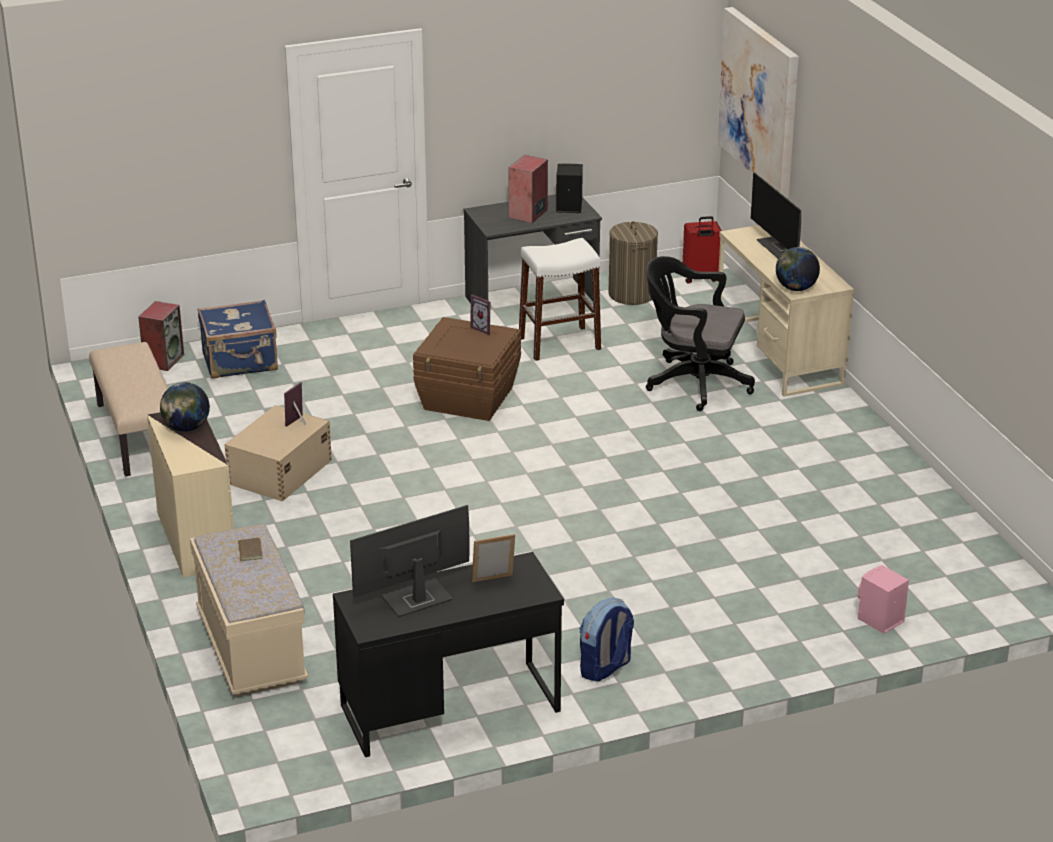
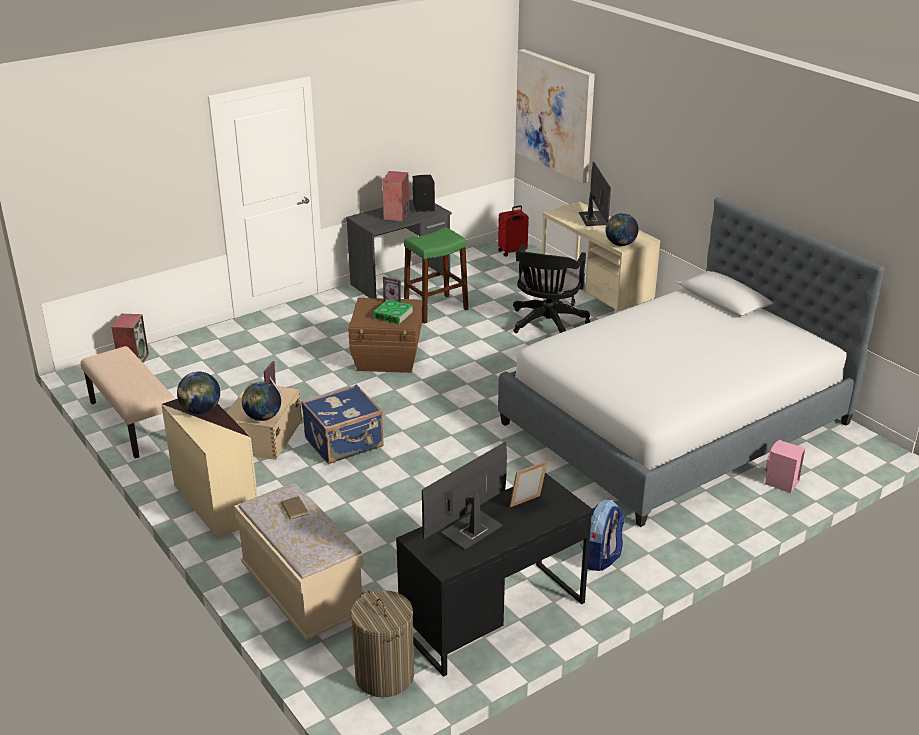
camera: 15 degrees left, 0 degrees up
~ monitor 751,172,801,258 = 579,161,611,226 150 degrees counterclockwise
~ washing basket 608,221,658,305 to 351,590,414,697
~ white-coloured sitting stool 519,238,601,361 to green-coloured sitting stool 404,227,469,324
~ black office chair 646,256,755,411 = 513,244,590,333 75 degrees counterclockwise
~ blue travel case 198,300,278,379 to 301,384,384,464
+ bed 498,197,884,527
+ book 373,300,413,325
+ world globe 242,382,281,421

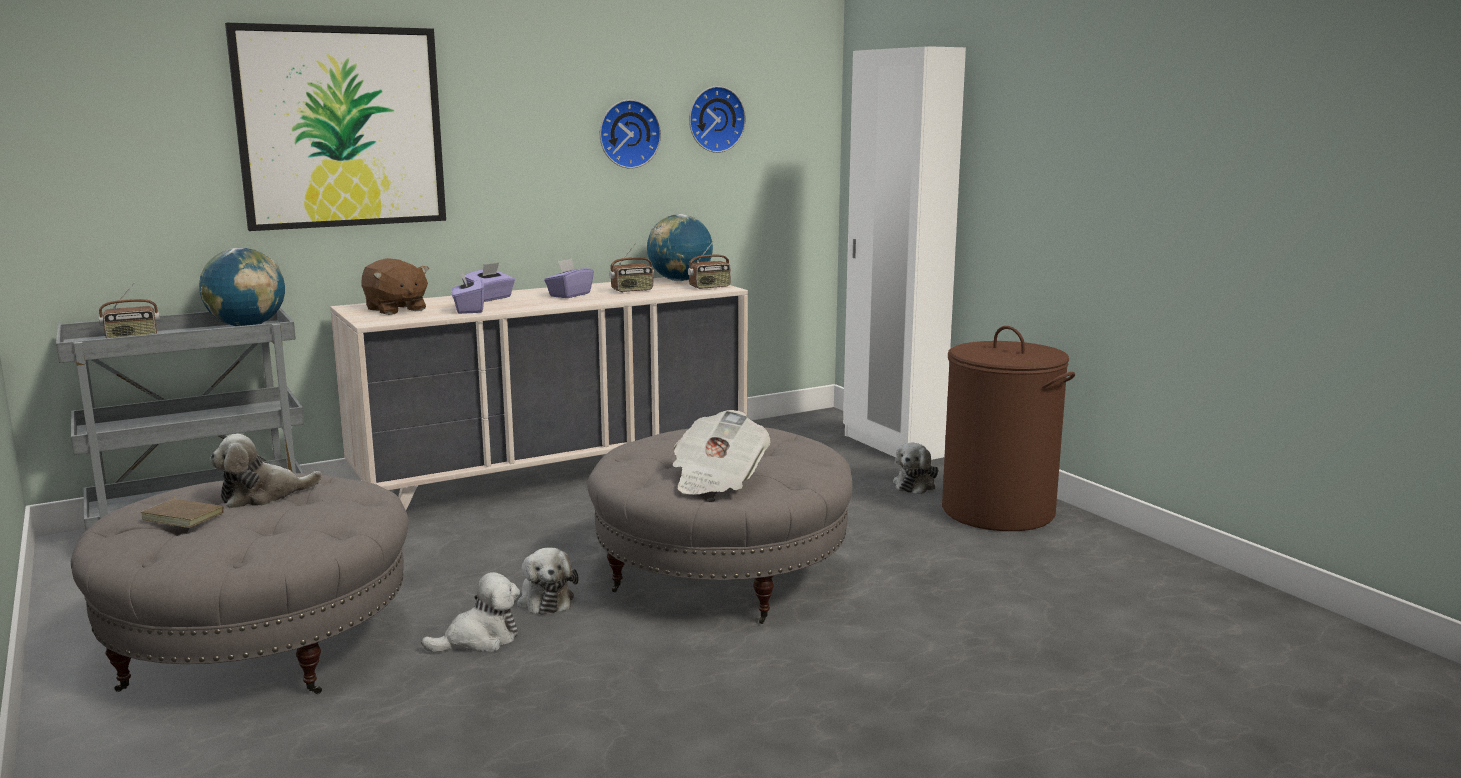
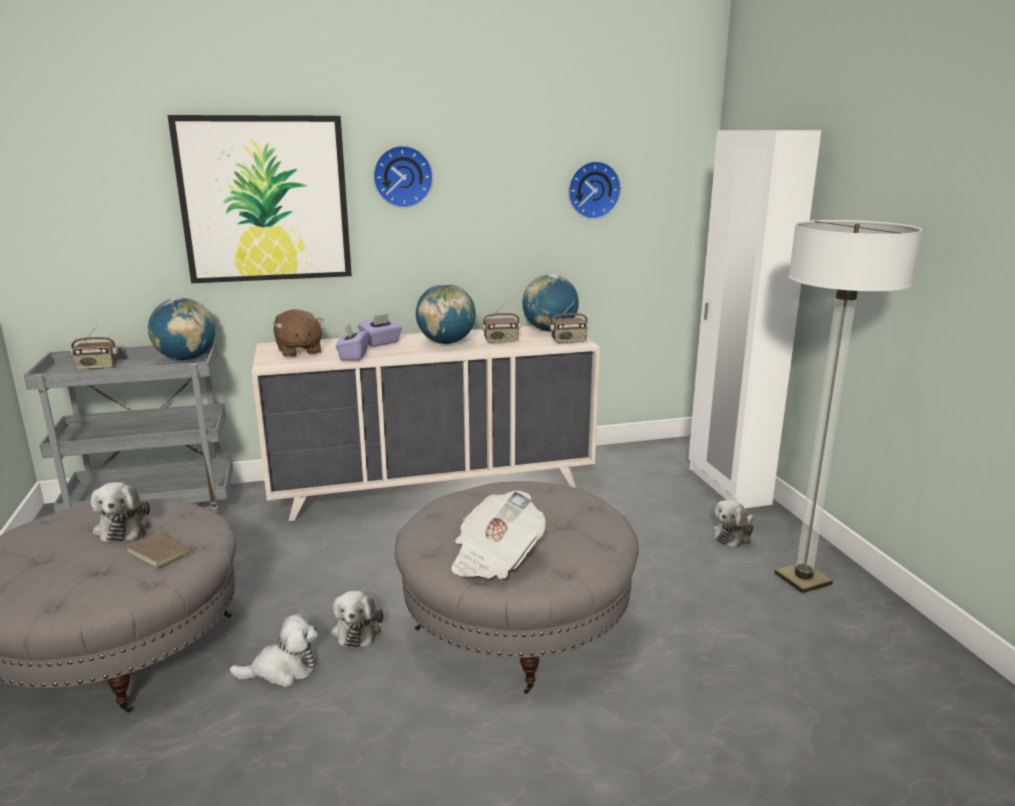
camera: 15 degrees right, 5 degrees up
~ clock on the wall 600,99,661,169 to 373,145,433,208
~ purple-coloured tissue box 544,258,594,298 to world globe 416,283,476,344
~ brown-coloured washing basket 942,326,1075,531 to standing lamp 775,220,922,593
~ plush toy 210,434,322,508 = 90,482,150,543 90 degrees counterclockwise
~ brown-coloured book 141,495,224,528 to 126,528,190,568

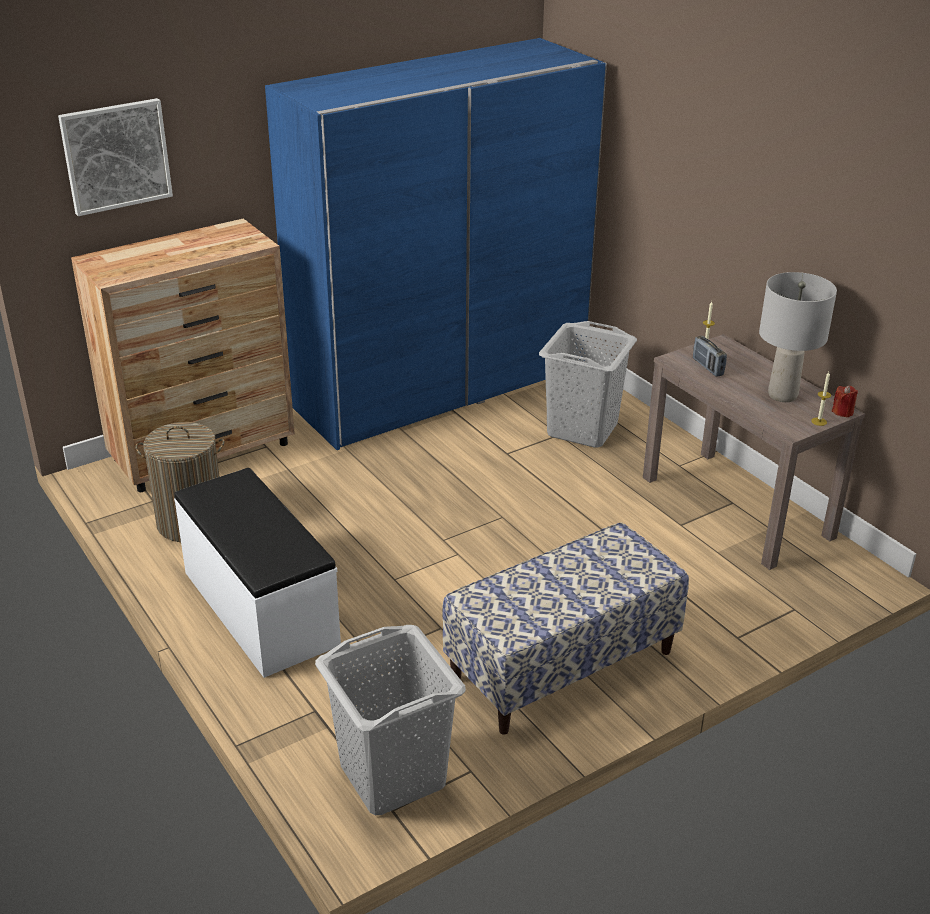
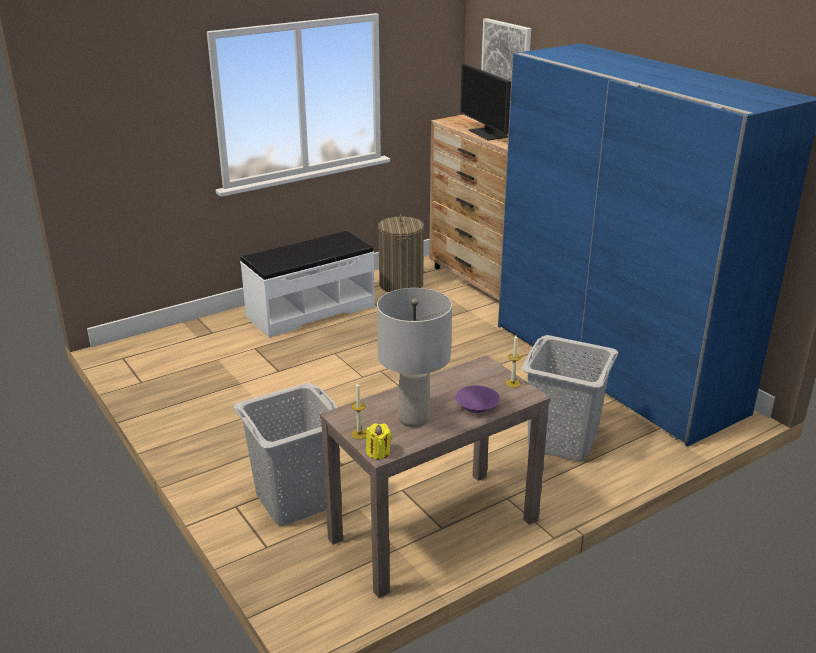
camera: 90 degrees right, 5 degrees down
- radio receiver 693,336,727,377
~ red candle 832,385,858,417 to yellow-coloured candle 366,423,392,459
- long seat 442,523,689,734
~ gray washing basket 315,625,466,815 to 234,383,338,526
+ monitor 460,63,511,140
+ purple-coloured deep dish 455,385,500,413

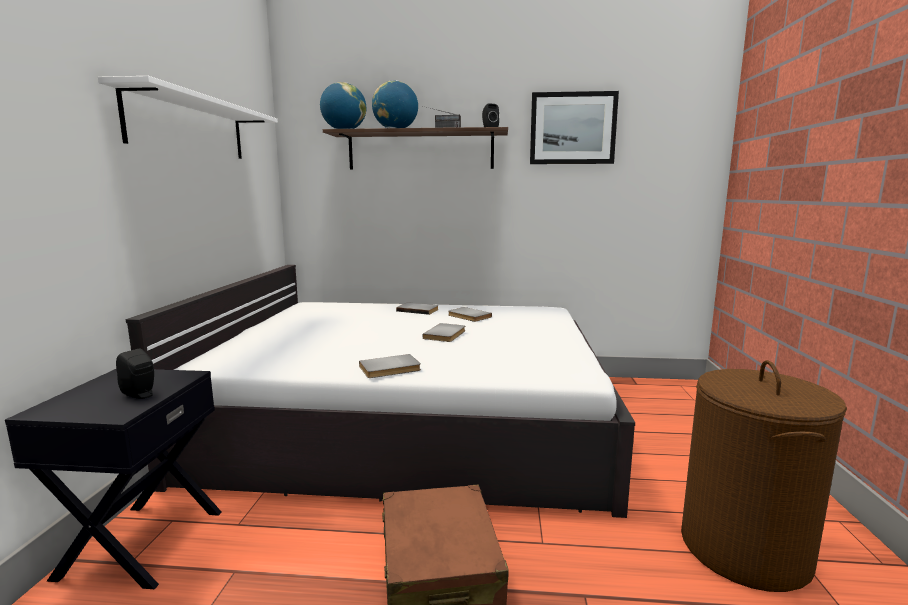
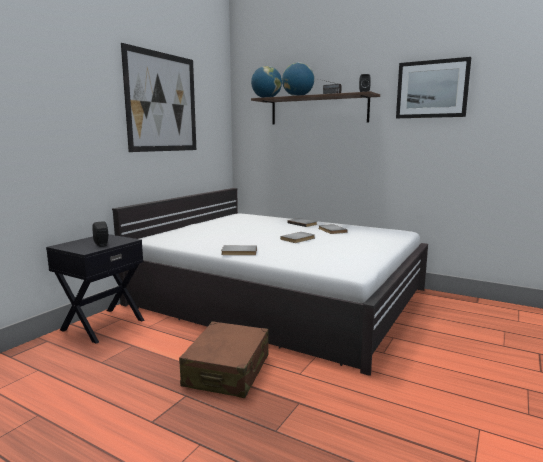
camera: 25 degrees right, 0 degrees up
~ white-coloured shelf 98,76,278,159 to wall picture 121,43,196,152
- brown-coloured washing basket 681,360,847,592

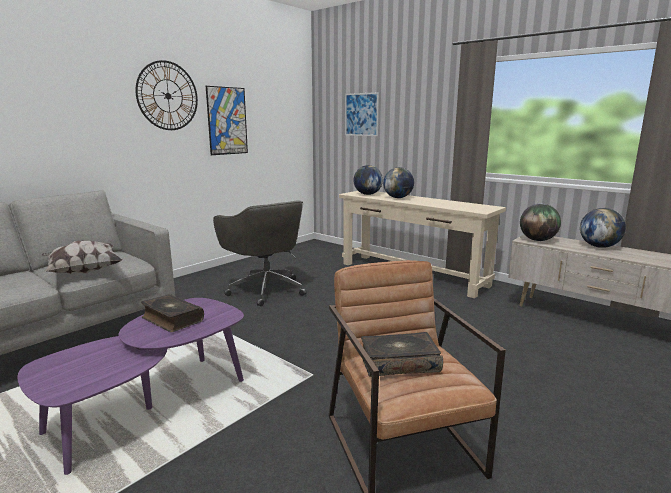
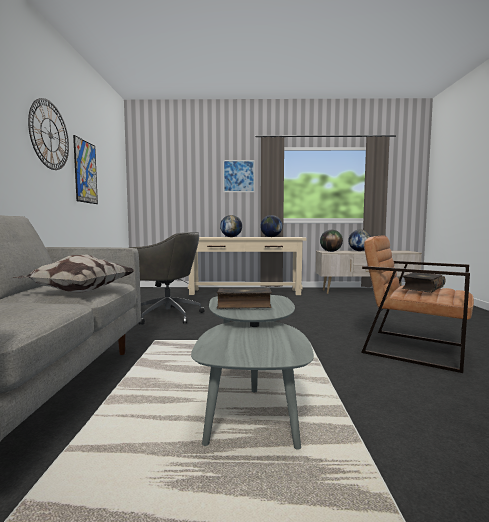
camera: 40 degrees left, 10 degrees down
~ wall picture 345,92,379,136 to 223,160,255,192
~ world globe 354,165,383,195 to 260,215,283,237
~ purple-coloured low table 17,298,244,475 to gray low table 191,295,314,450

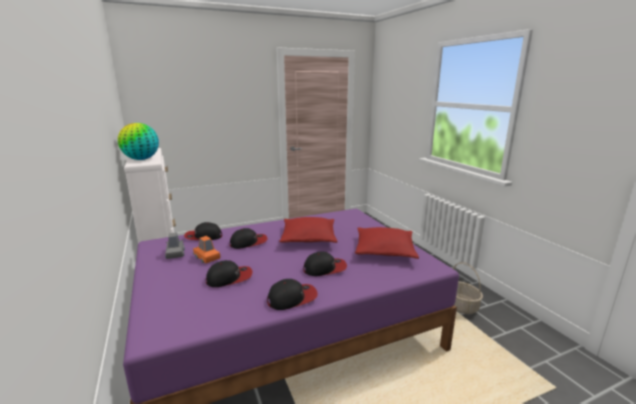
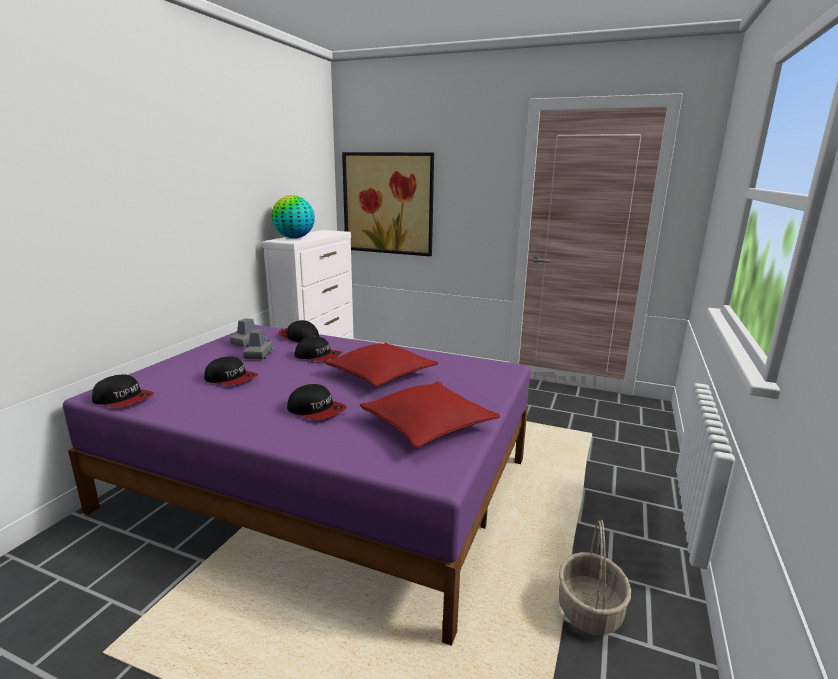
camera: 45 degrees right, 0 degrees up
~ orange toy car 193,236,220,263 to gray toy car 243,329,274,359
~ cap 267,279,318,310 to 92,374,154,407
+ wall picture 342,152,434,256

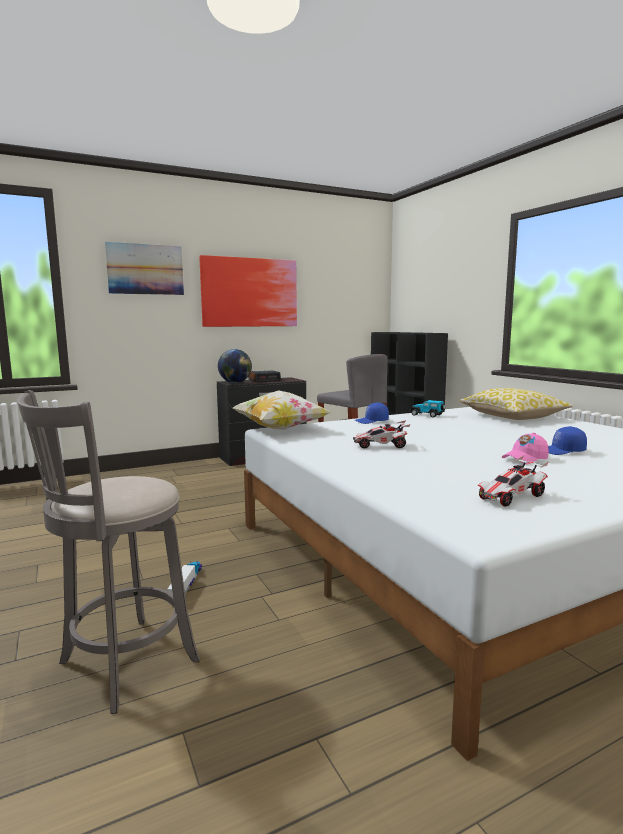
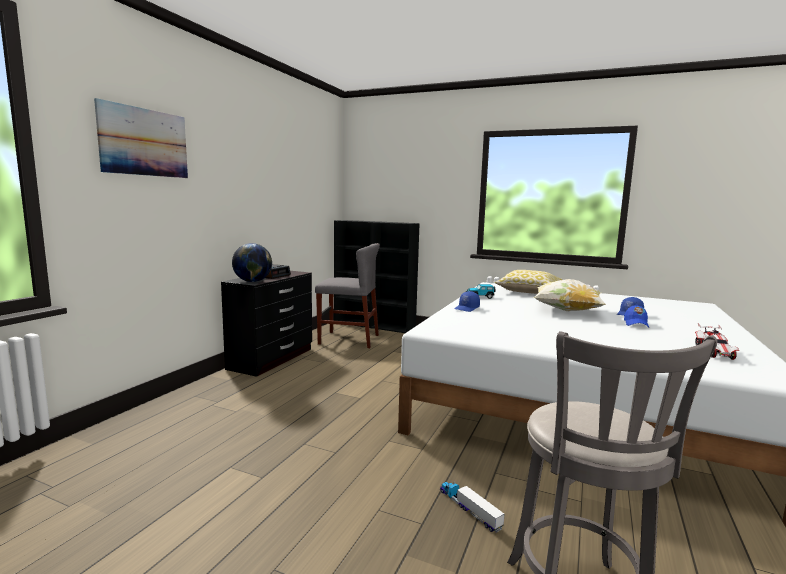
camera: 40 degrees left, 0 degrees up
- wall picture 199,255,297,327
~ cushion 233,390,332,430 to 533,279,606,311
- toy car 353,420,411,448
~ pink-coloured cap 502,433,549,465 to blue cap 624,305,649,327

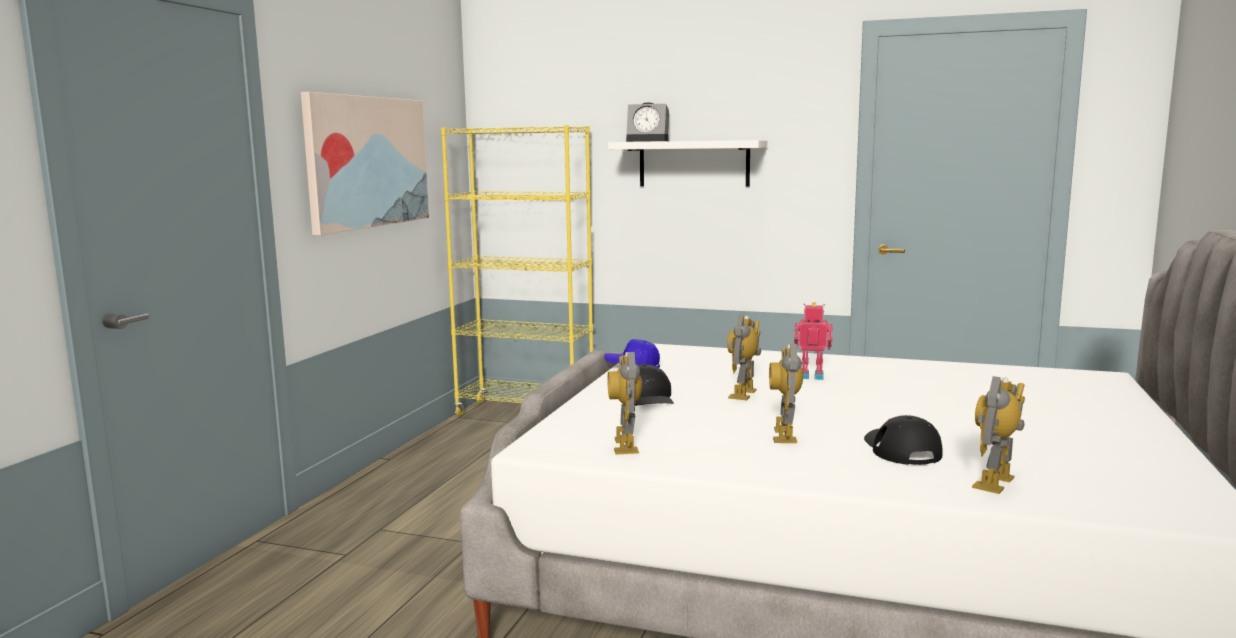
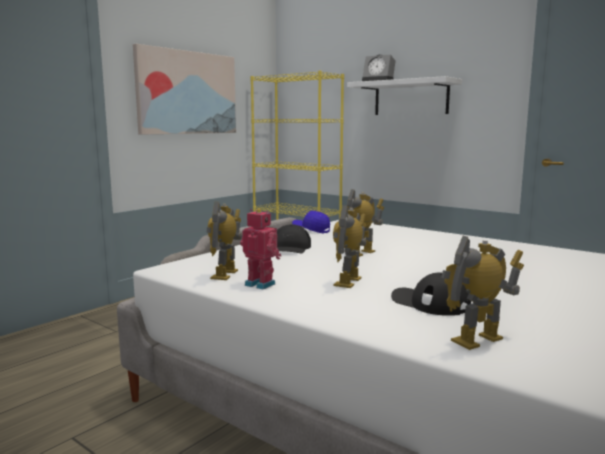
camera: 20 degrees right, 0 degrees up
~ robot figure 794,302,833,380 to 240,209,281,289
~ black cap 864,415,943,465 = 391,273,471,316 60 degrees counterclockwise

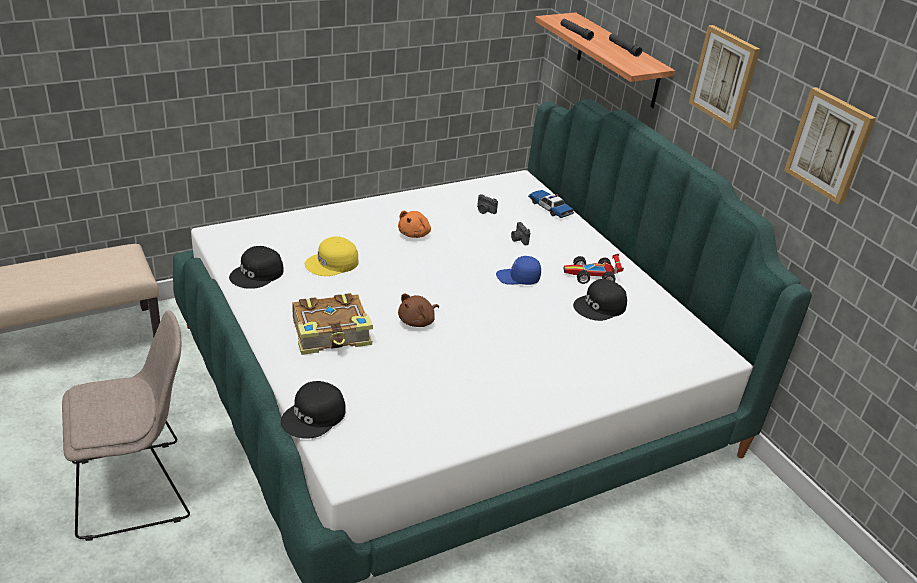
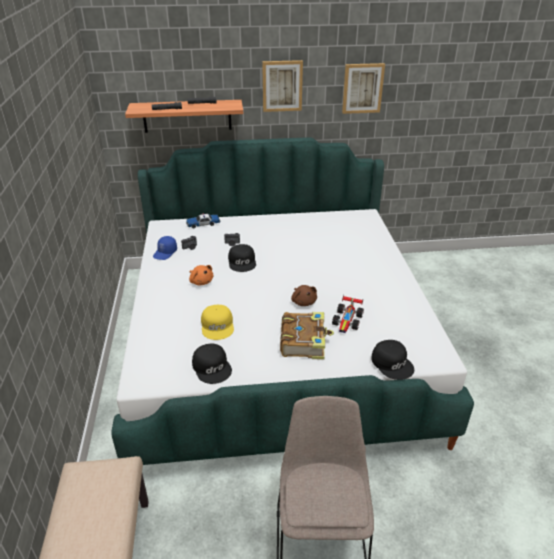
camera: 65 degrees left, 0 degrees up
~ toy car 563,254,624,284 to 332,295,364,333
~ blue cap 496,256,541,285 to 153,236,177,260
~ black cap 573,279,627,321 to 228,244,256,272

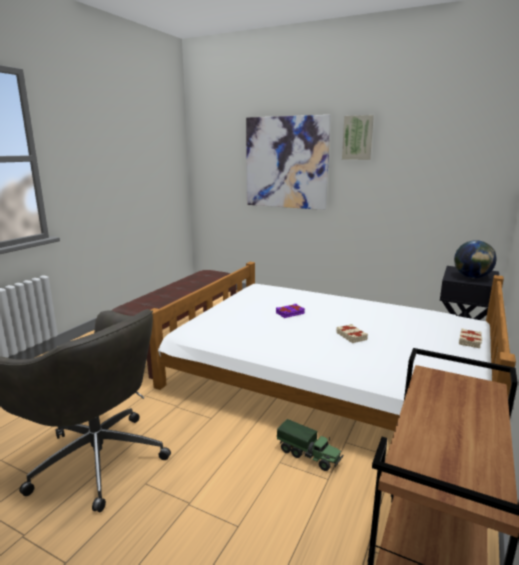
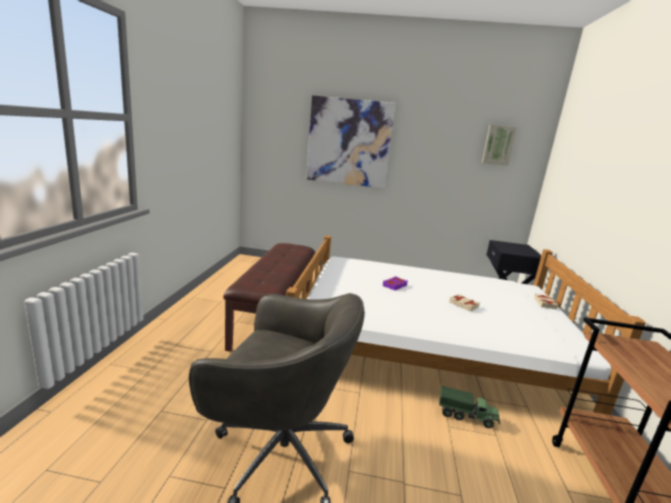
camera: 20 degrees left, 0 degrees up
~ wall picture 342,115,374,160 to 482,125,517,166
- world globe 454,240,497,279

